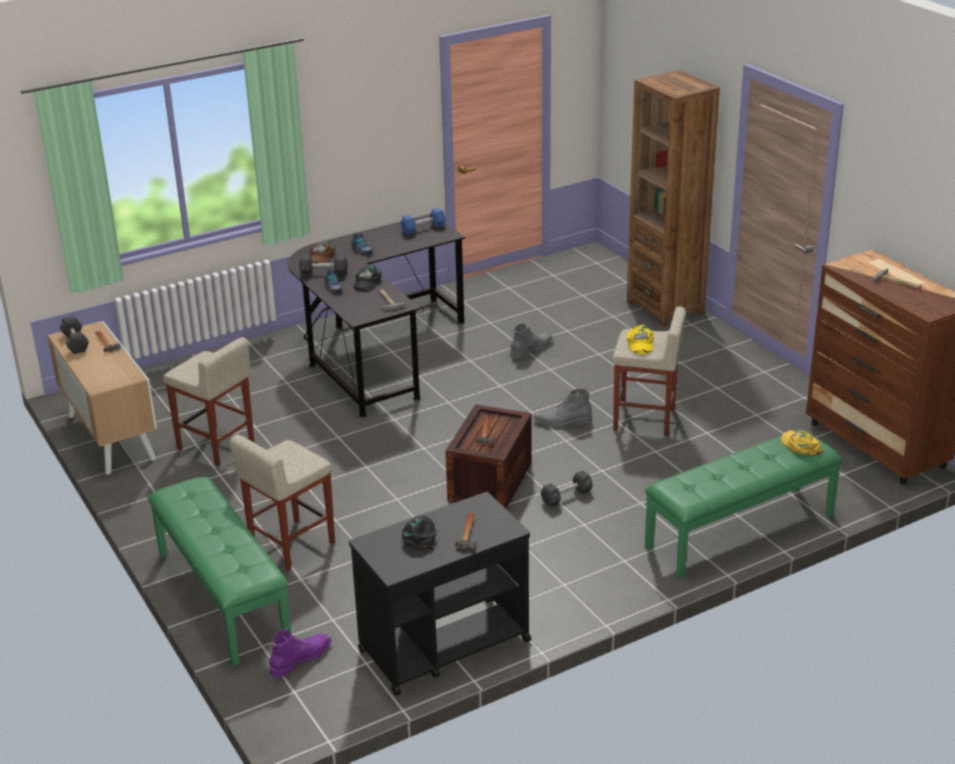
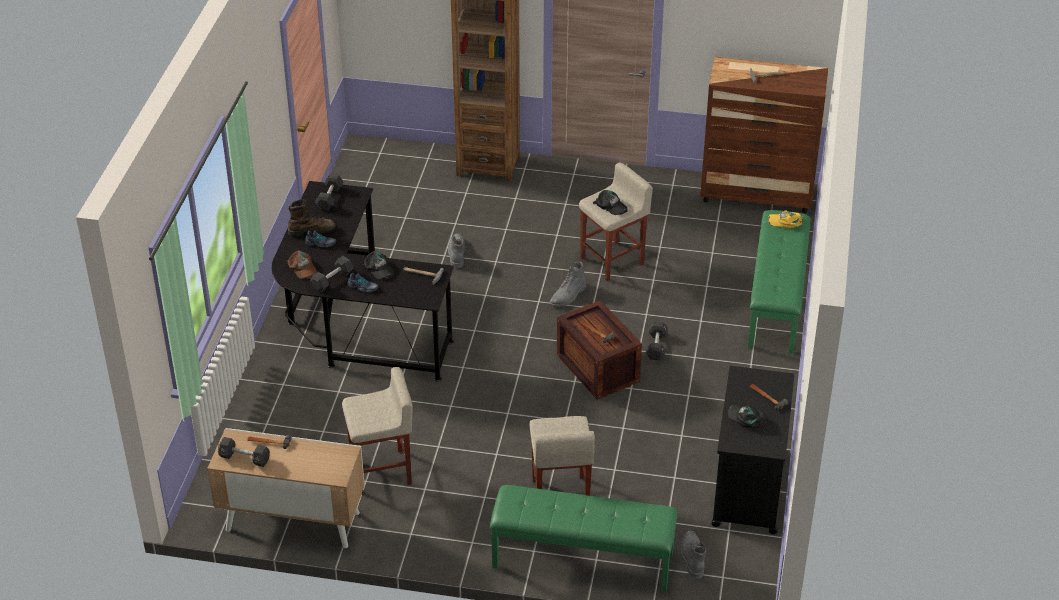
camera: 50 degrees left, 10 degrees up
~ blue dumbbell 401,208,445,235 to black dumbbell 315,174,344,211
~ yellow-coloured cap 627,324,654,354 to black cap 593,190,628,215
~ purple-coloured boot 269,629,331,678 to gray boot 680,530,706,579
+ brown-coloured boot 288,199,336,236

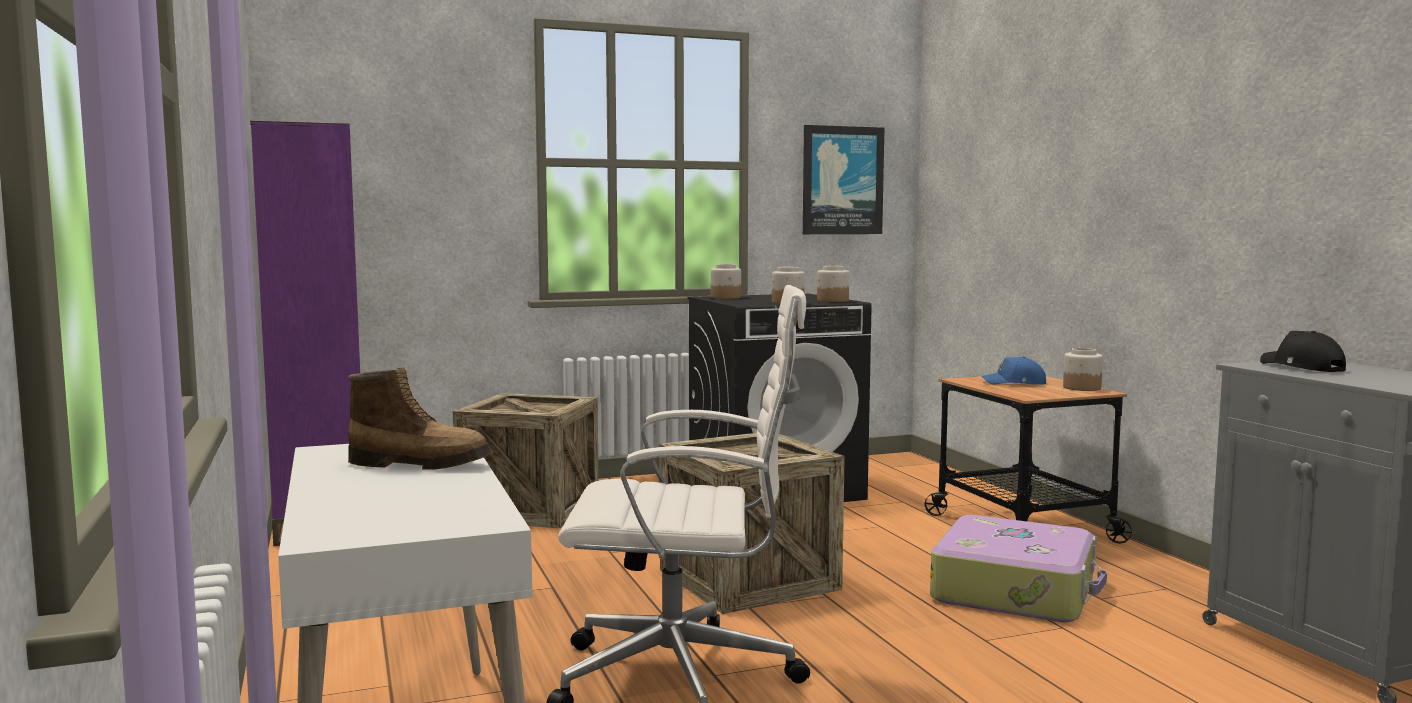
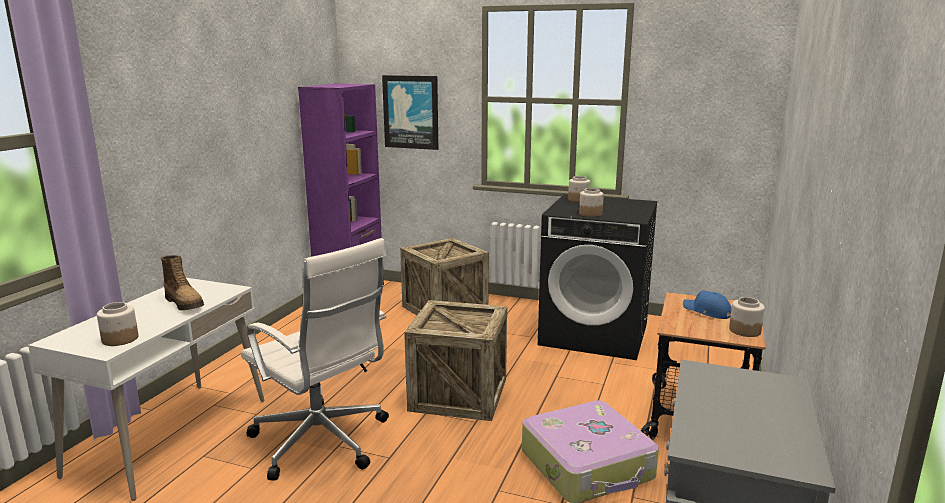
camera: 40 degrees right, 10 degrees up
~ wall picture 803,125,884,234 to 382,75,438,150
~ jar 817,266,849,302 to 97,302,138,346
- black cap 1260,331,1346,372

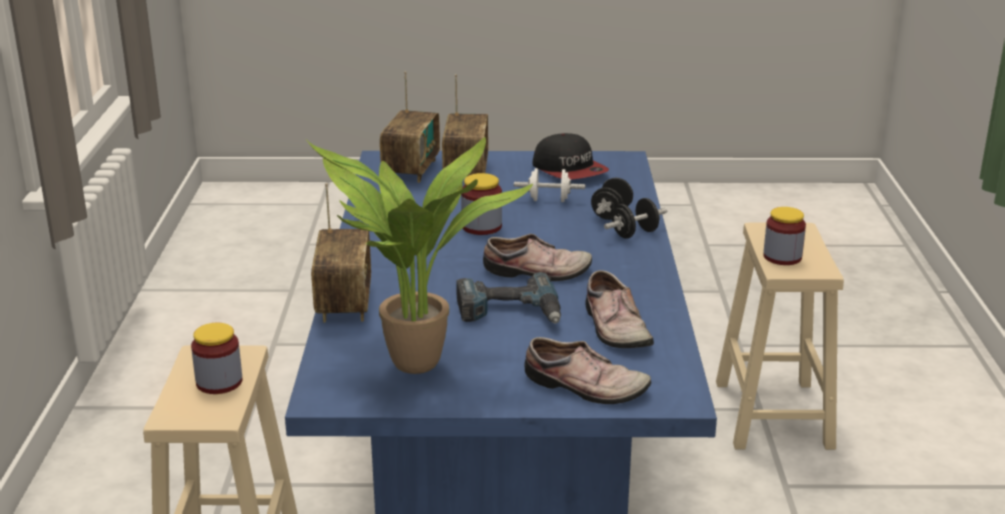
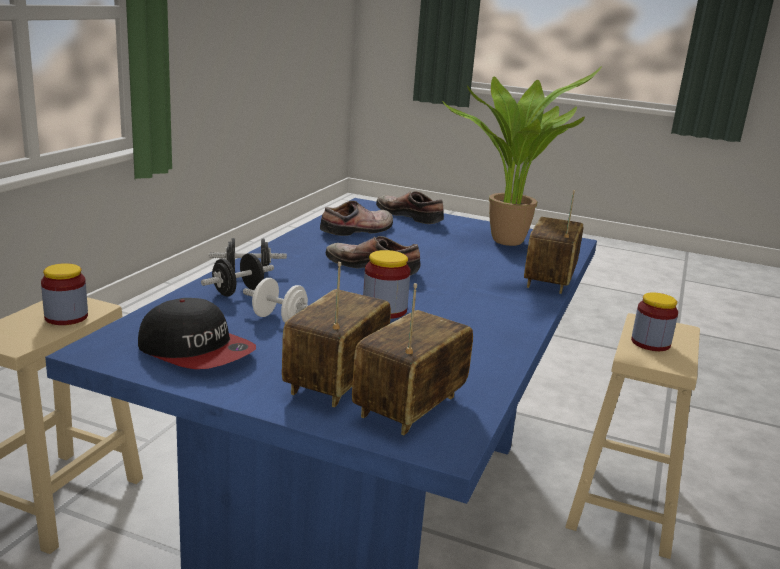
camera: 160 degrees left, 5 degrees down
~ cap 532,133,609,179 = 138,298,256,369 135 degrees clockwise
~ low shoe 585,270,654,348 = 320,201,393,236 45 degrees clockwise
- power drill 456,272,561,323

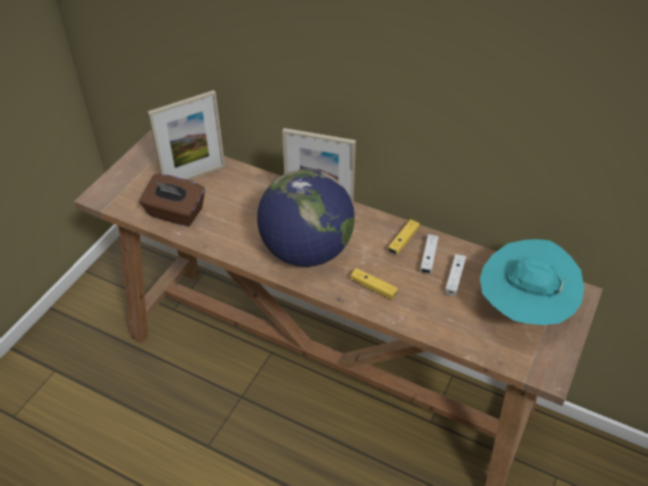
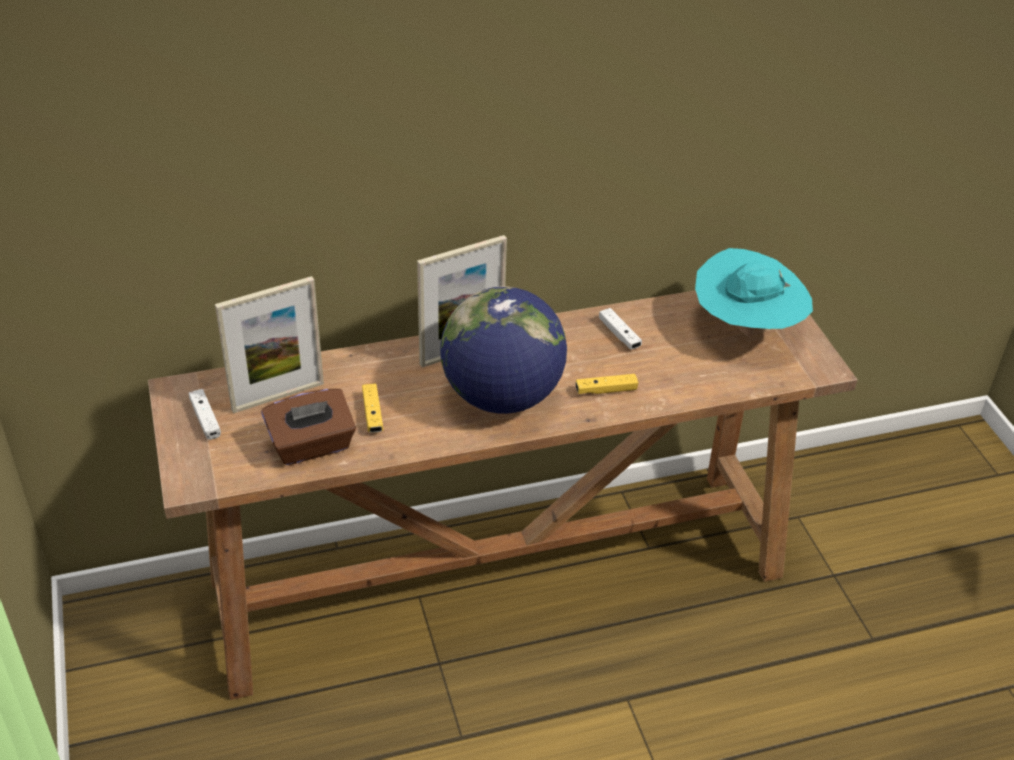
camera: 45 degrees left, 5 degrees down
~ standing frame 148,90,225,180 = 215,276,324,413 45 degrees clockwise
~ yellow-coloured gamepad 388,219,420,255 to 362,384,383,433
~ white-coloured gamepad 445,254,466,296 to 189,389,221,440

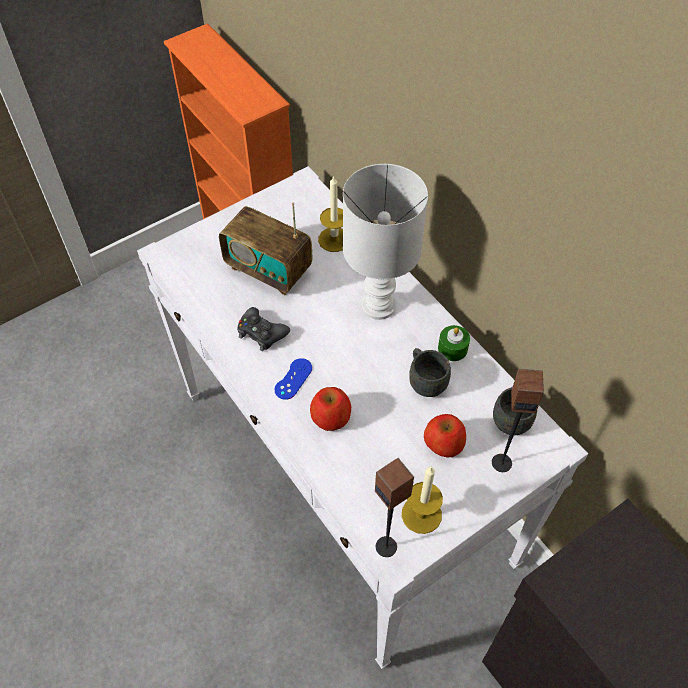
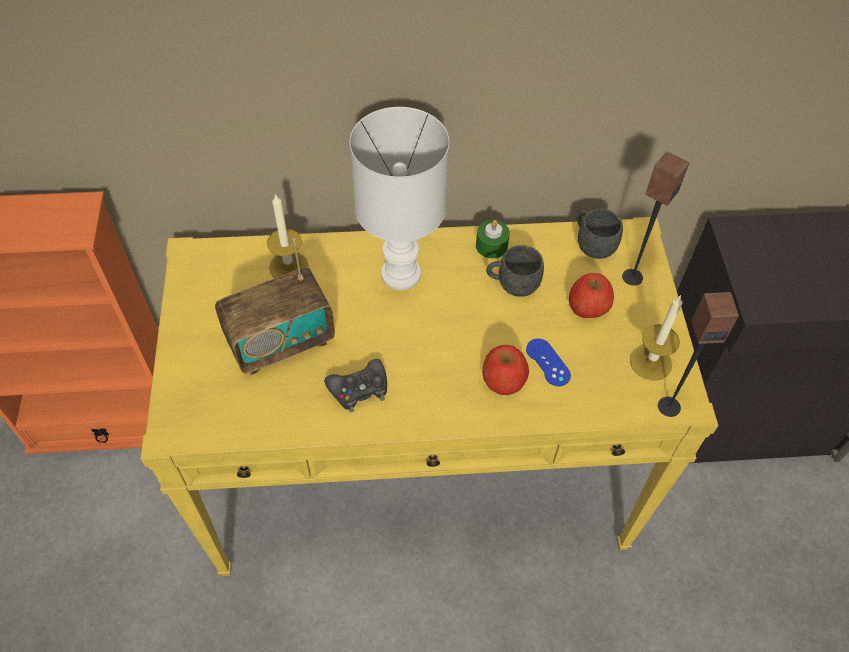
camera: 60 degrees left, 0 degrees up
~ white-coloured narrow table 137,166,588,669 to yellow-coloured narrow table 140,217,718,576
~ blue gamepad 274,358,312,400 to 526,339,571,386

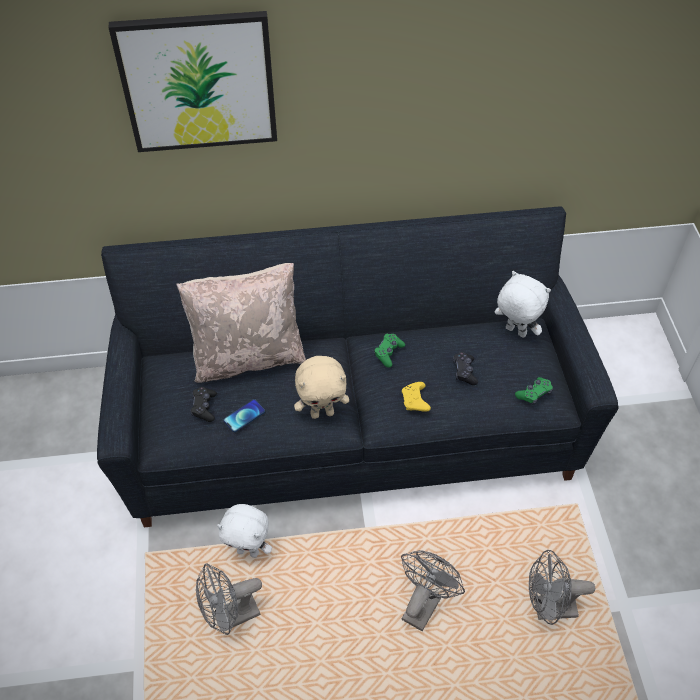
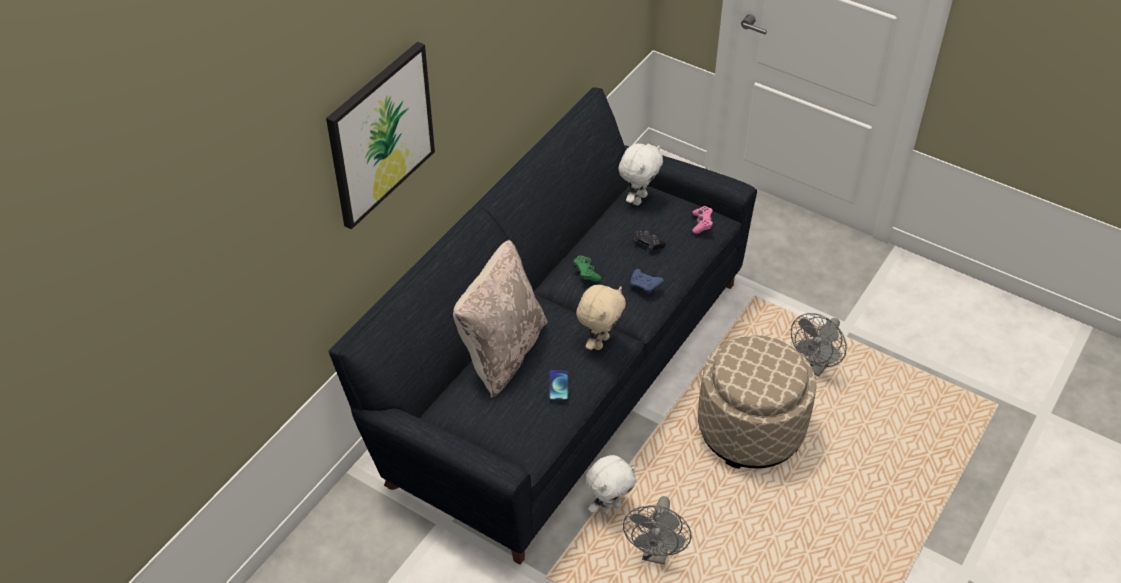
camera: 50 degrees left, 5 degrees down
~ white-coloured plush toy 495,271,551,338 = 618,144,663,205 135 degrees clockwise
~ green-coloured gamepad 515,377,553,405 to pink-coloured gamepad 692,206,713,234
~ yellow-coloured gamepad 402,382,431,412 to blue gamepad 631,269,664,294
- black gamepad 191,387,217,422
~ gray cooling fan 401,550,465,631 to beige ottoman 698,335,816,469

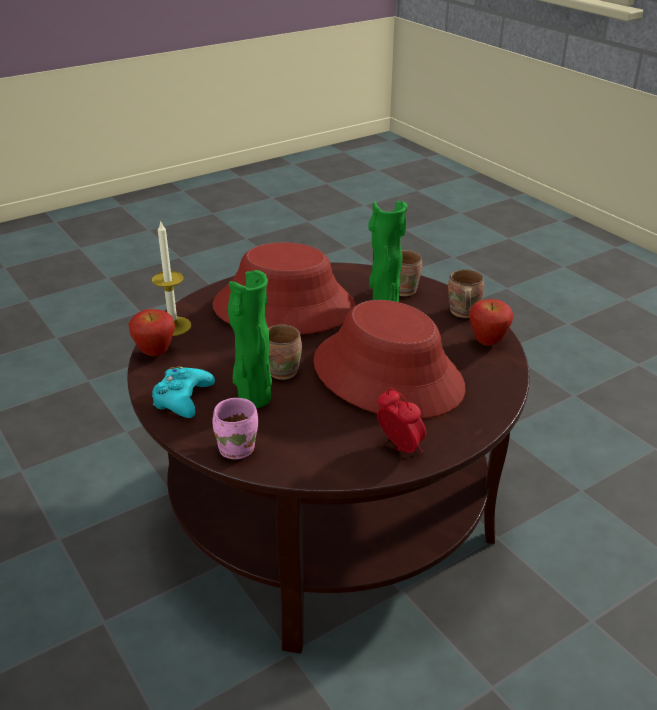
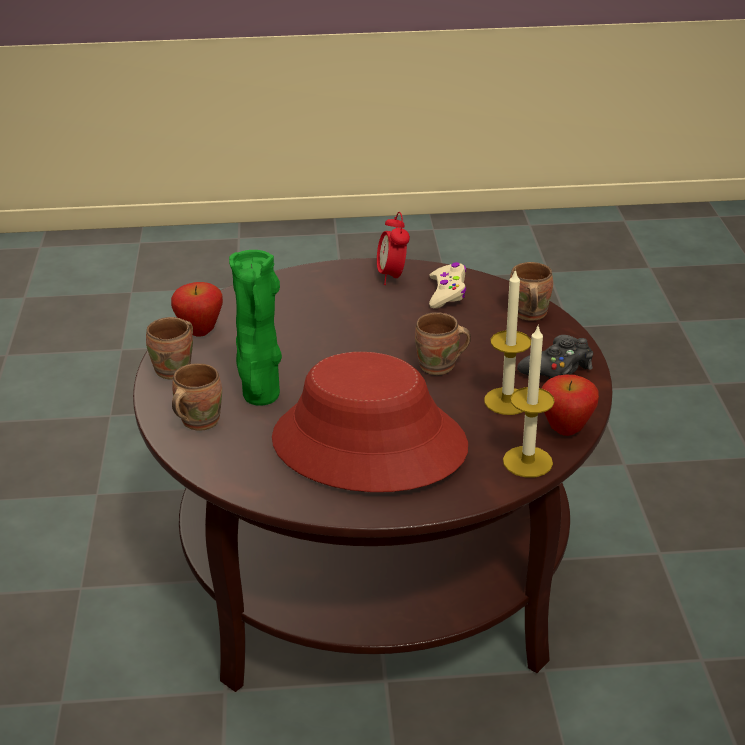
camera: 150 degrees left, 0 degrees up
- green-coloured vase 228,270,272,408
- red wearable hat 313,300,466,419
~ blue-green gamepad 152,366,215,418 to black gamepad 517,335,593,379
~ pink-coloured coffee mug 212,398,258,459 to brown-coloured coffee mug 510,262,553,321
+ beige gamepad 429,262,466,308
+ candle 484,269,531,415

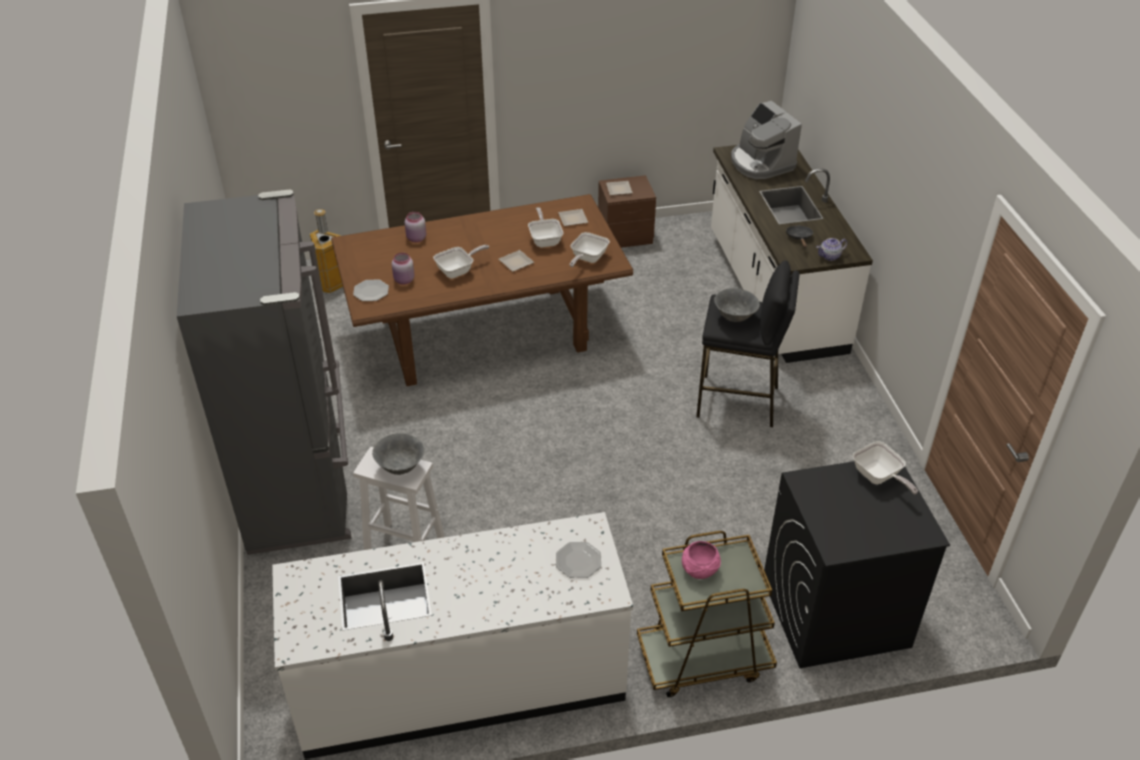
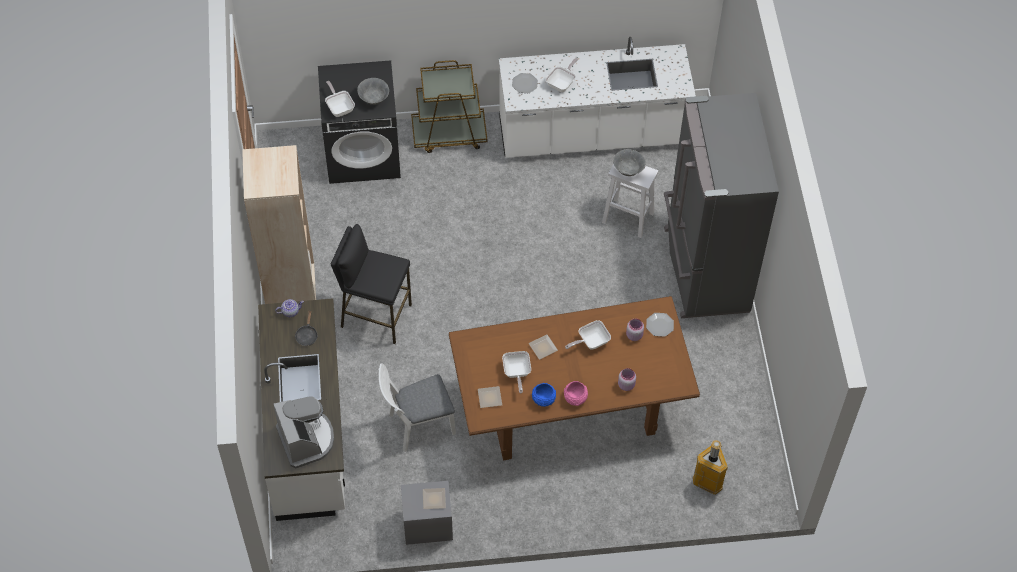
camera: 175 degrees left, 15 degrees up
~ brown-coloured night table 598,175,656,248 to gray night table 401,481,453,545
~ frying pan 570,232,610,267 to 546,58,578,92
~ gray deep dish 714,288,760,322 to 357,78,389,105
~ pink-coloured deep dish 682,541,721,579 to 564,381,588,406
+ beige bookshelf 242,145,316,304
+ white-coloured upright chair 378,363,456,452
+ blue deep dish 532,383,556,407

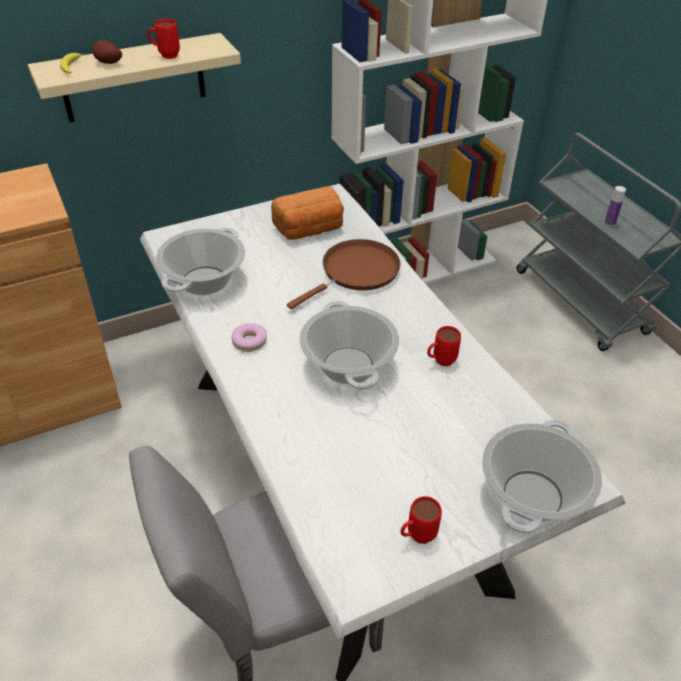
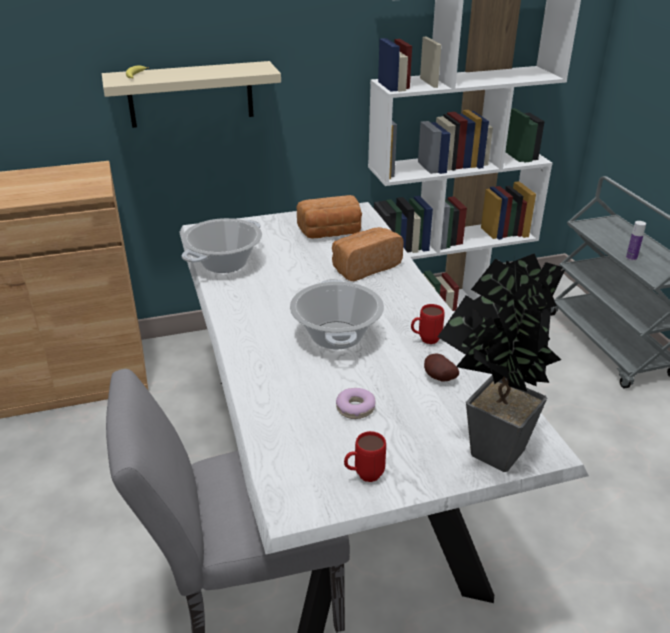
camera: 10 degrees right, 10 degrees down
- red coffee mug 147,19,180,59
~ potato 92,40,122,64 to 424,354,459,382
~ brown-coloured frying pan 287,239,400,309 to baked bread 332,227,403,281
~ ring doughnut 232,323,267,352 to 336,388,376,419
~ saucepot 482,420,602,533 to plant in a pot 438,253,565,472

